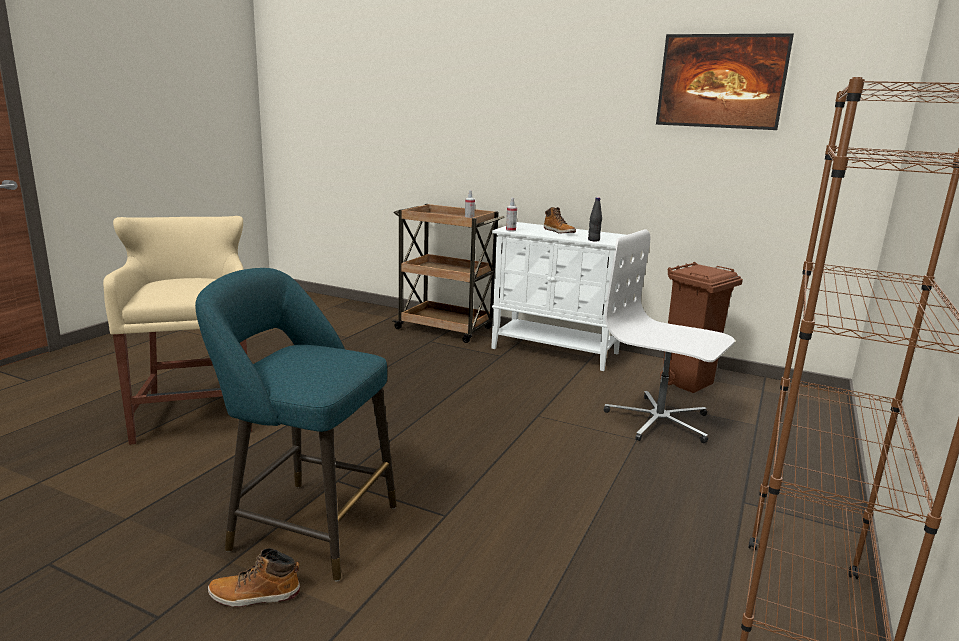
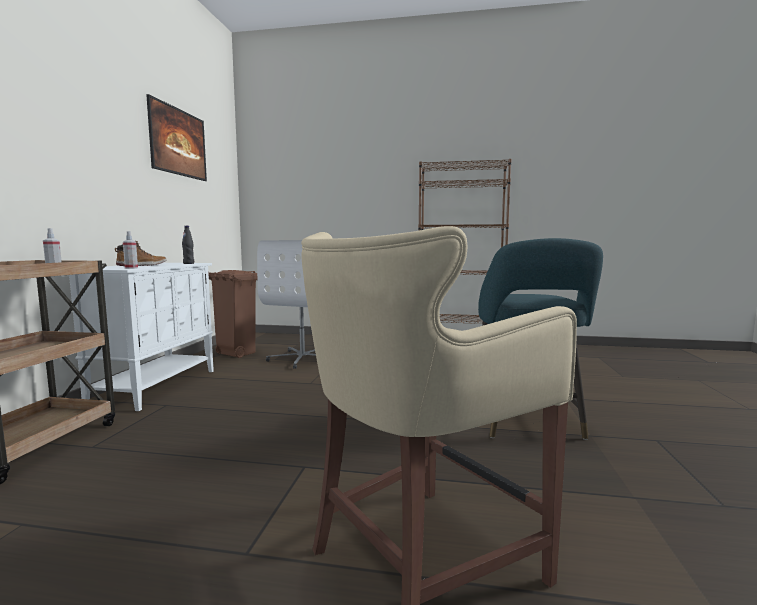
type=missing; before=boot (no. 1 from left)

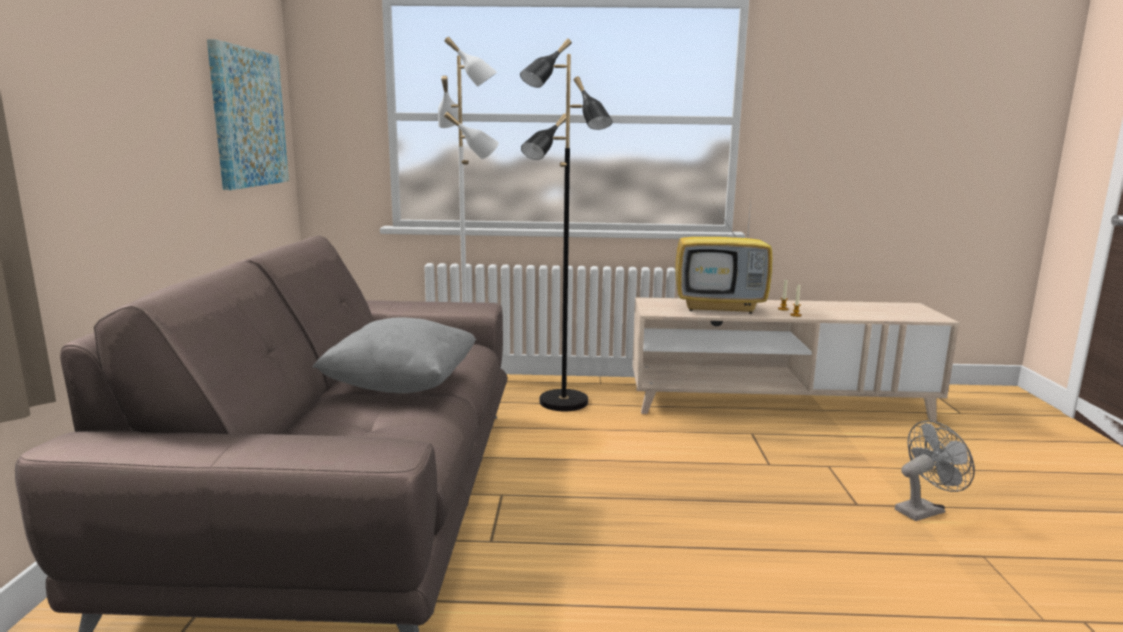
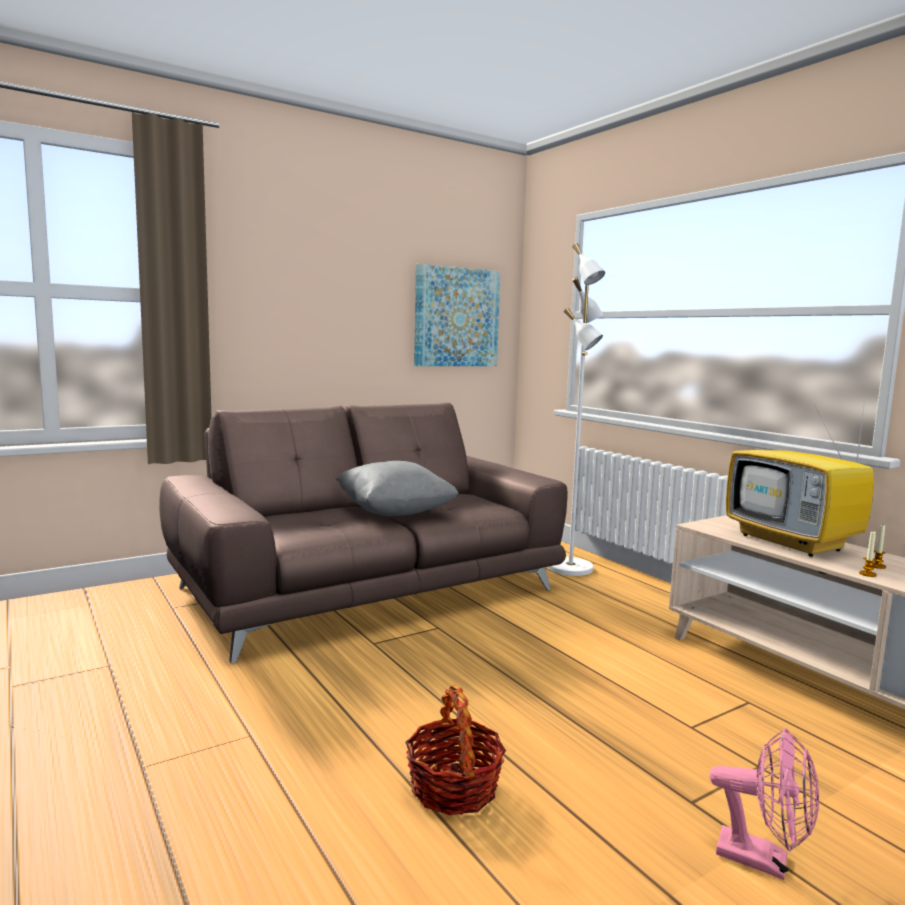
type=missing; before=floor lamp in black
type=colour; before=fan in grey; after=fan in pink
type=appeared; after=basket

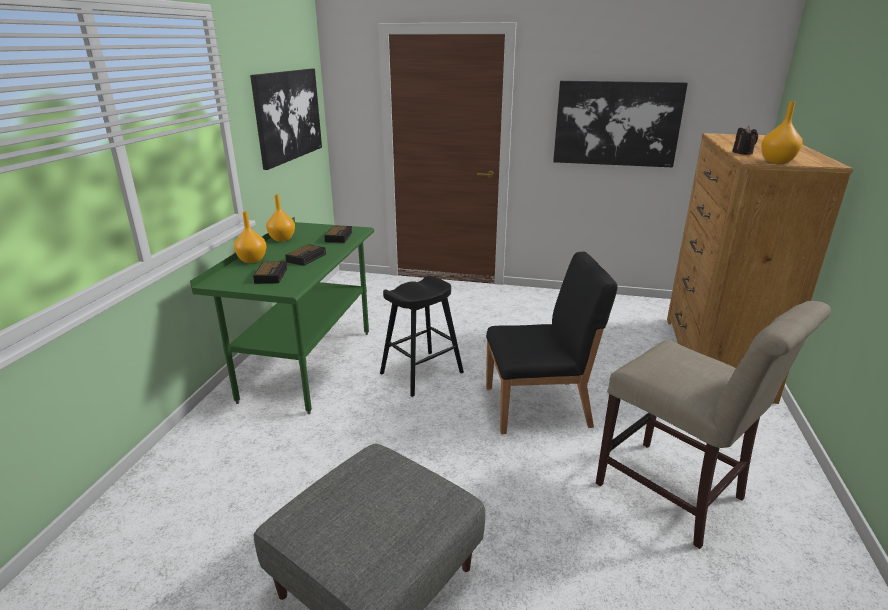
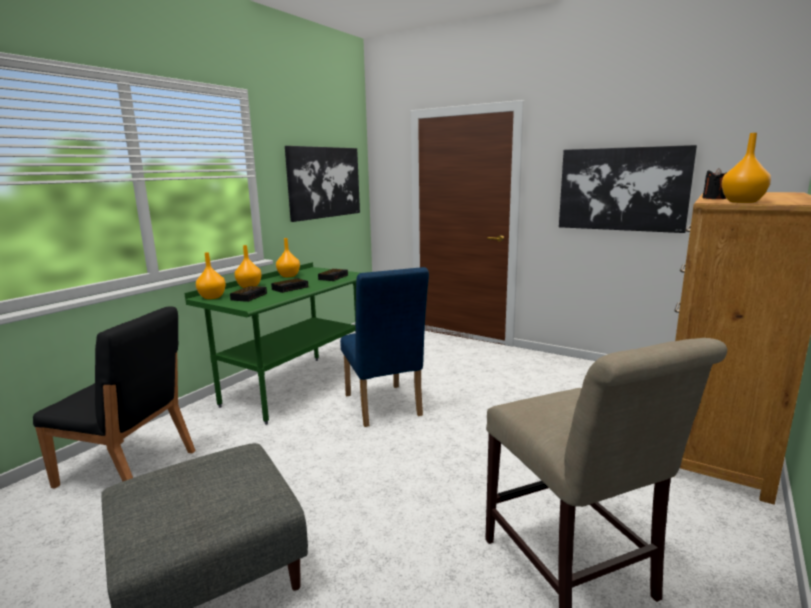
type=exchanged; before=stool in black; after=chair in blue
type=relocated; before=chair in black
type=appeared; after=vase in orange (no. 1 from left)

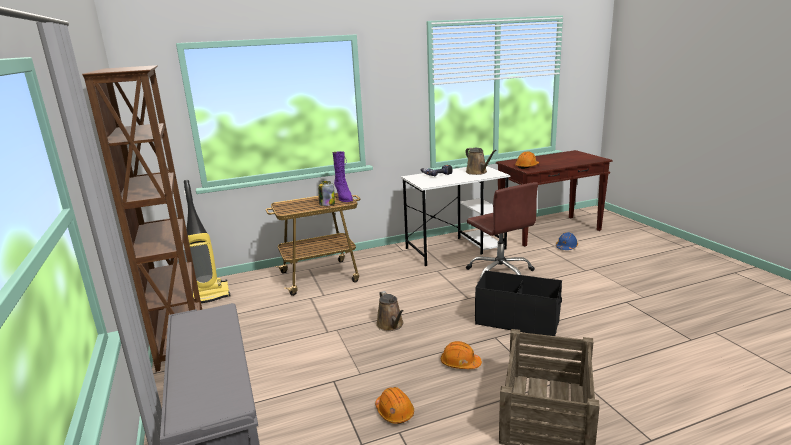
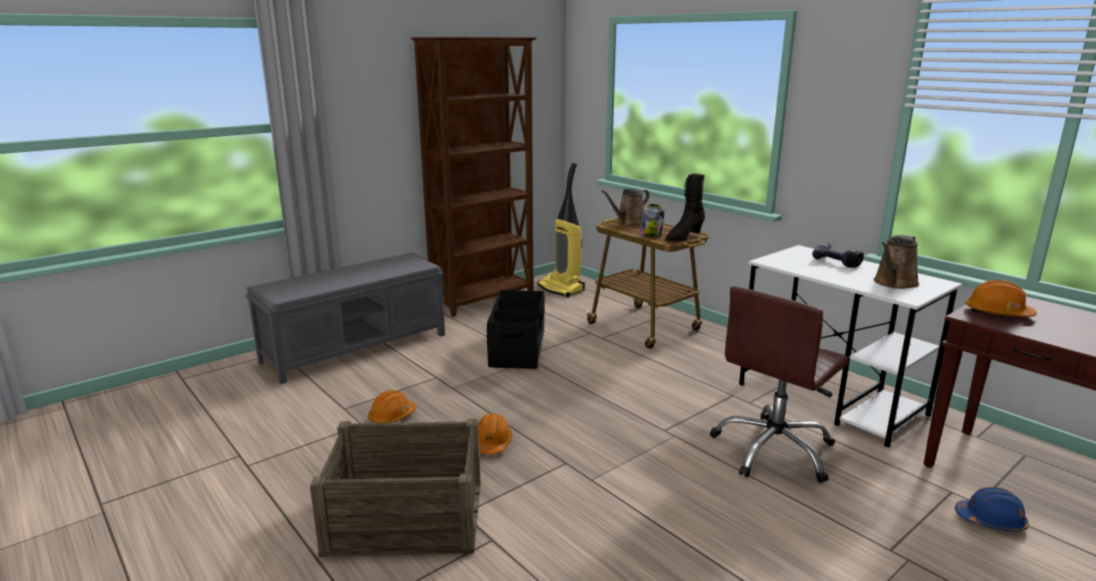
type=colour; before=boot in purple; after=boot in black
type=relocated; before=watering can in brown (no. 1 from left)
type=relocated; before=storage box in black

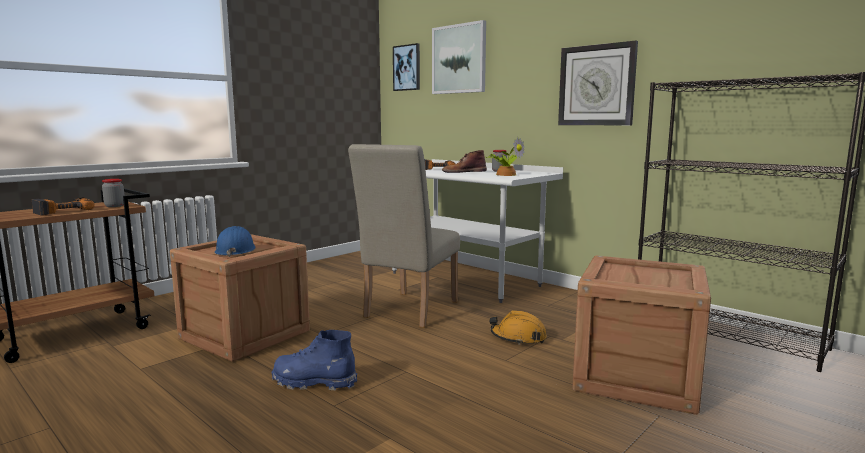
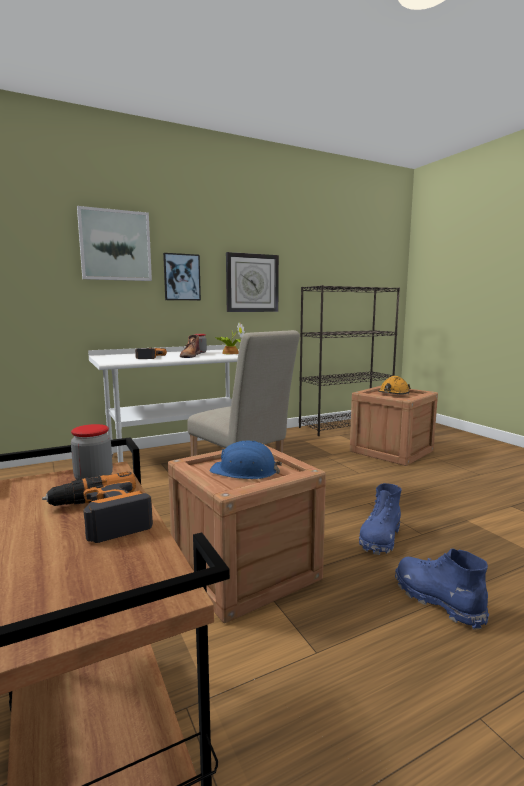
type=relocated; before=picture (no. 1 from left in the first image); after=picture (no. 2 from left)
type=relocated; before=hard hat in orange
type=appeared; after=boot in blue (no. 2 from left)

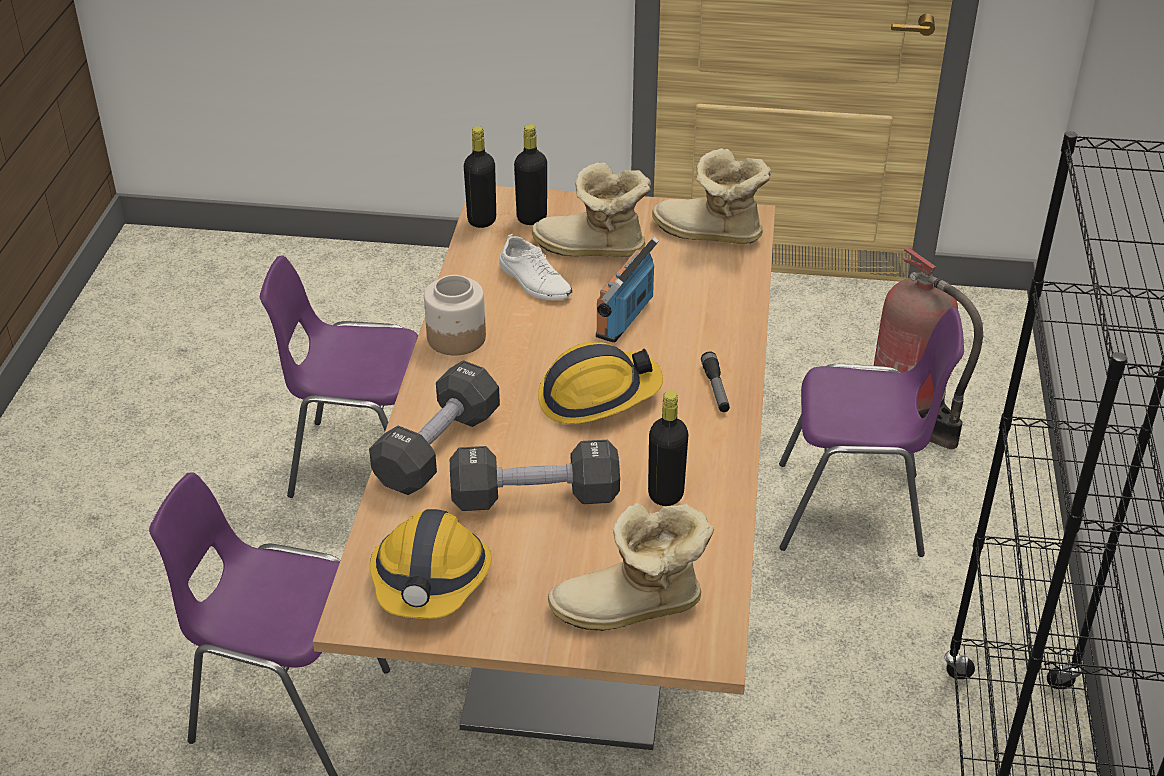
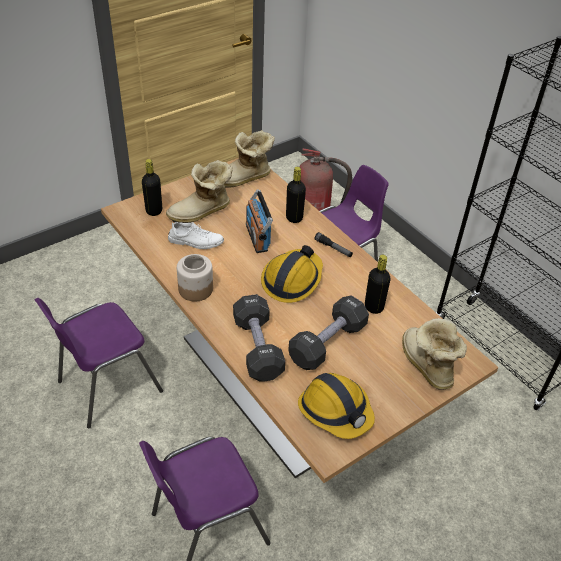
type=relocated; before=bottle in black (no. 1 from left in the first image); after=bottle in black (no. 2 from left)
type=spun; before=boot (no. 2 from left in the first image); turn=120

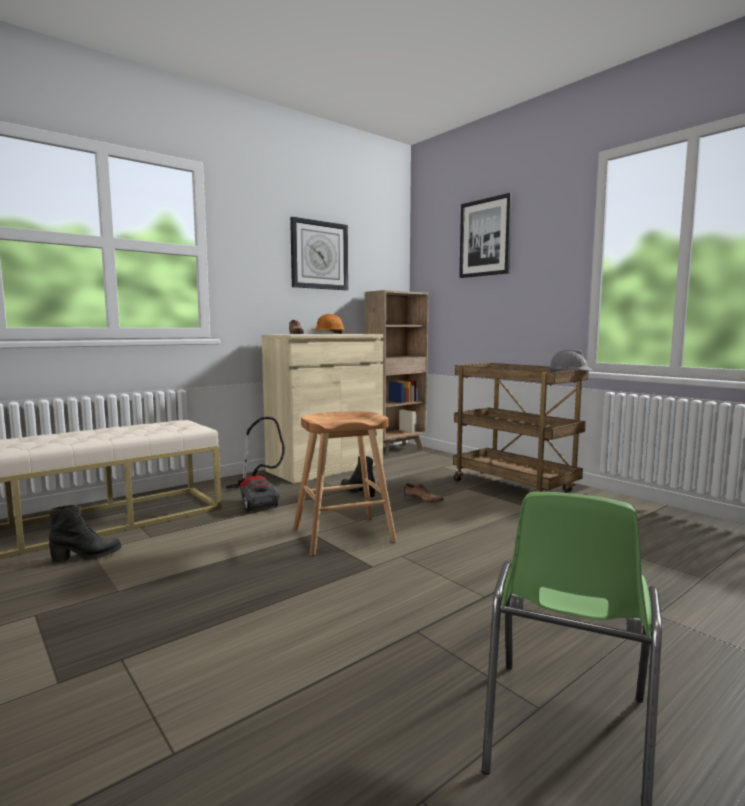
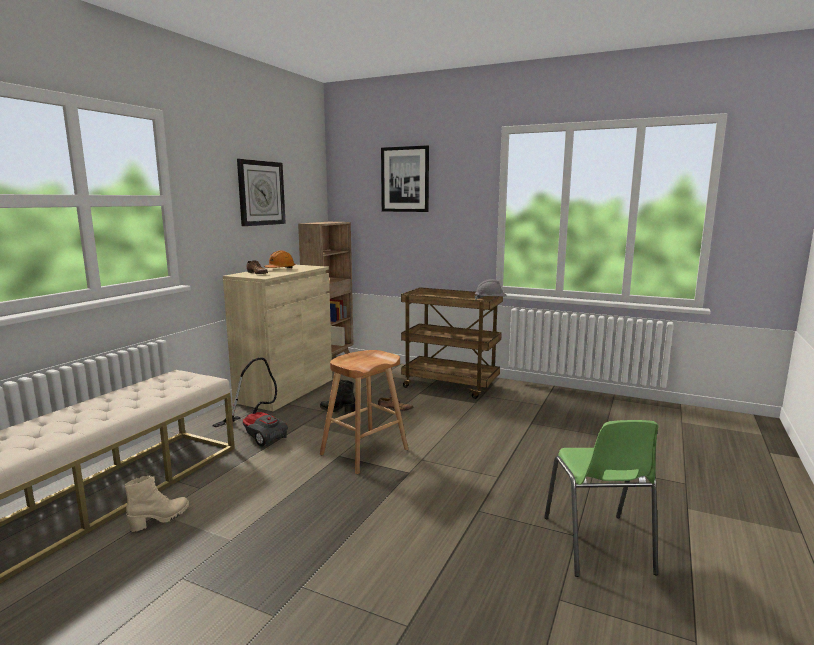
type=colour; before=boot in black (no. 1 from left); after=boot in beige

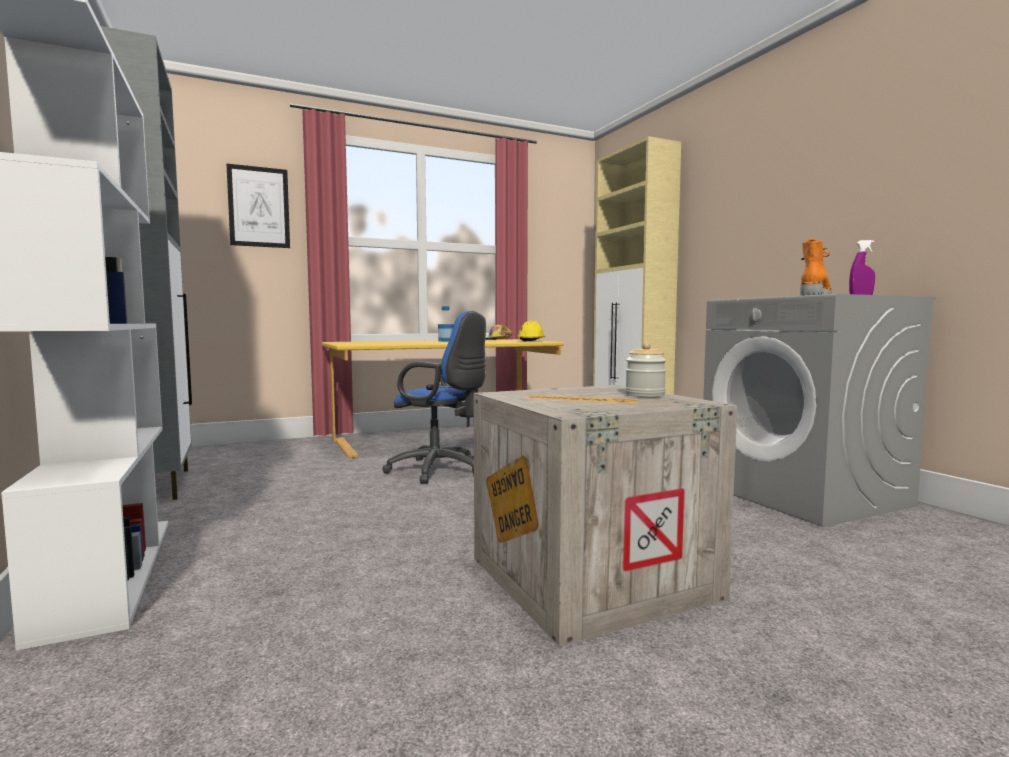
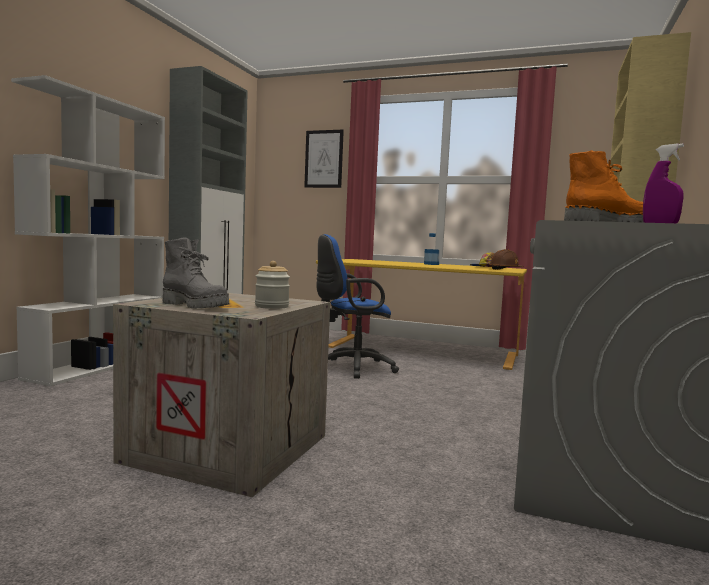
type=spun; before=office chair in blue; turn=90
type=colour; before=hard hat in yellow; after=hard hat in brown
type=appeared; after=boot in grey

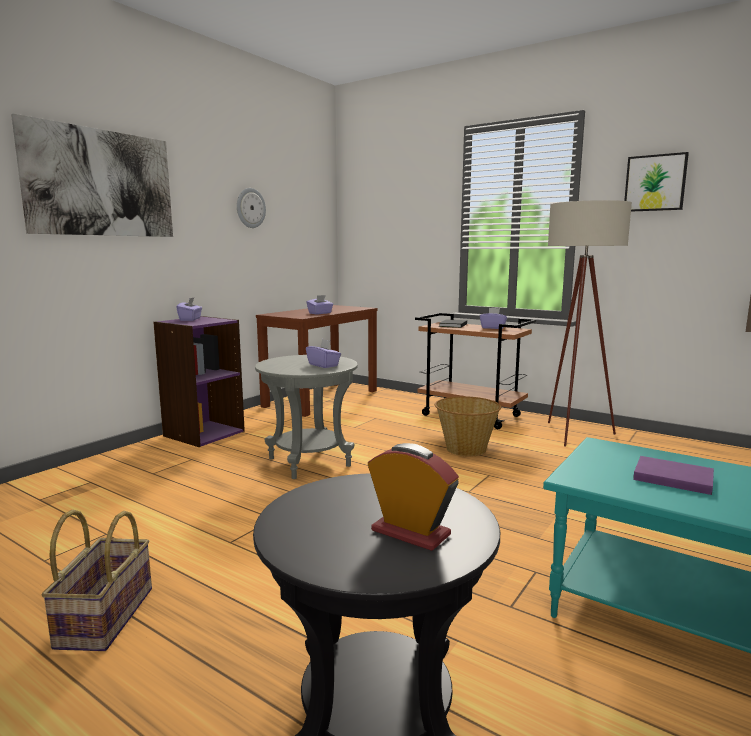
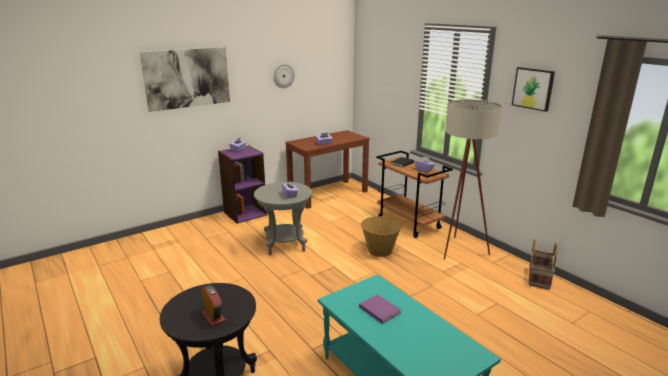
type=relocated; before=basket (no. 1 from left in the first image); after=basket (no. 2 from left)

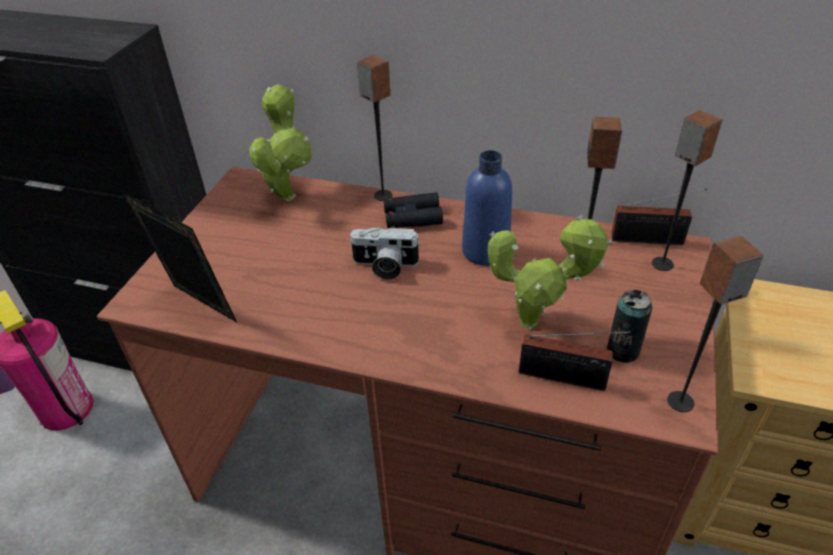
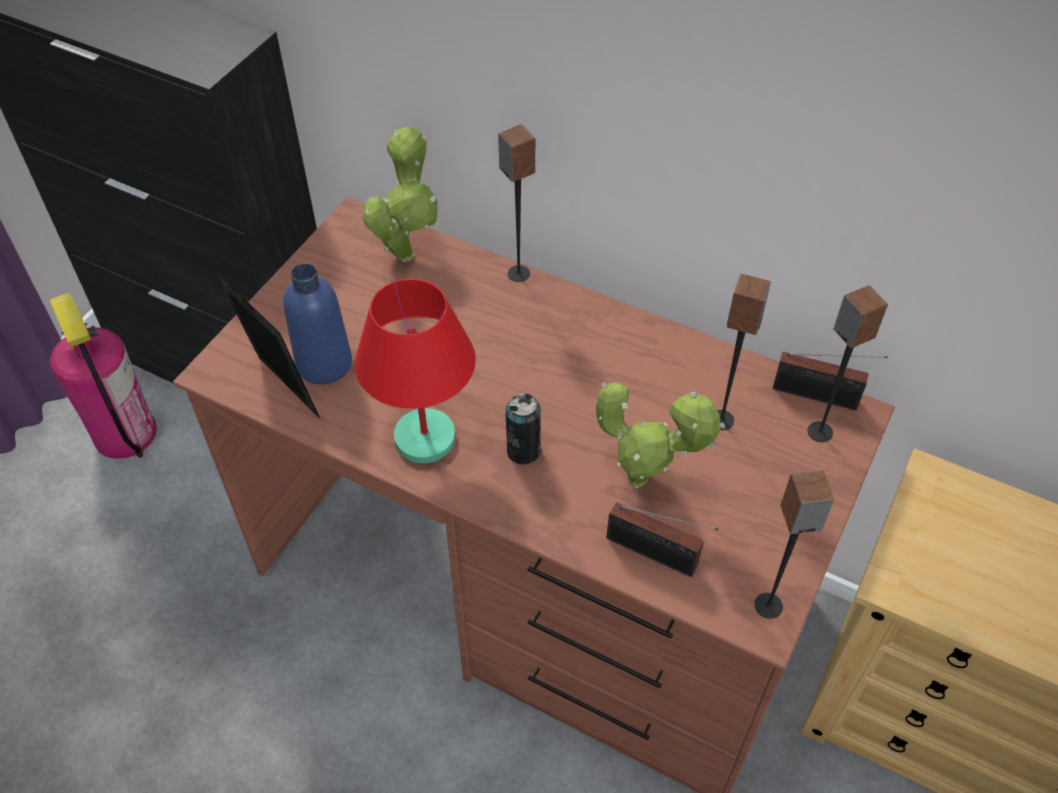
type=missing; before=photo camera
type=missing; before=binoculars in black
type=relocated; before=bottle in blue
type=relocated; before=can
type=appeared; after=table lamp in red

